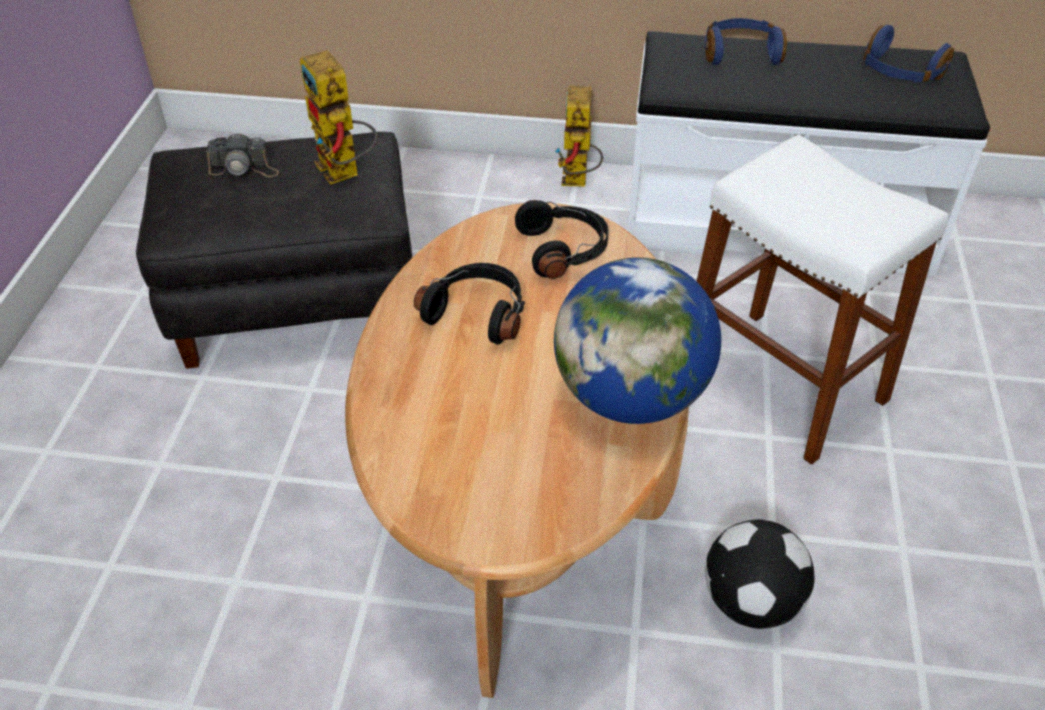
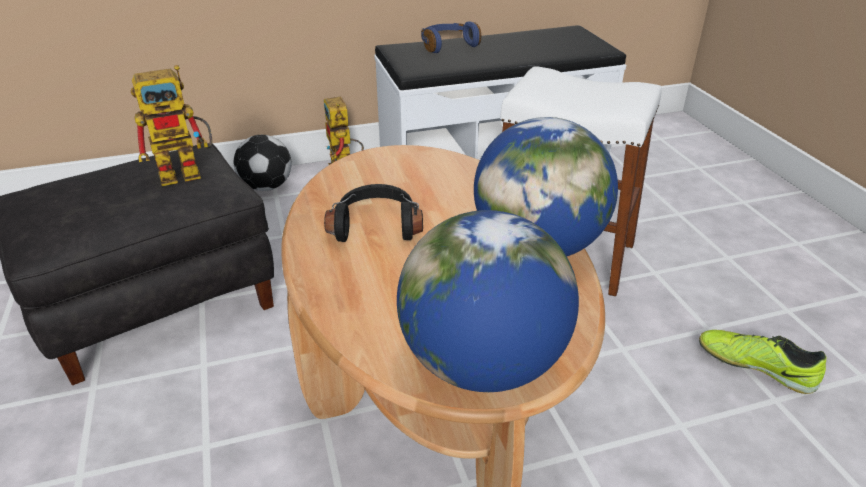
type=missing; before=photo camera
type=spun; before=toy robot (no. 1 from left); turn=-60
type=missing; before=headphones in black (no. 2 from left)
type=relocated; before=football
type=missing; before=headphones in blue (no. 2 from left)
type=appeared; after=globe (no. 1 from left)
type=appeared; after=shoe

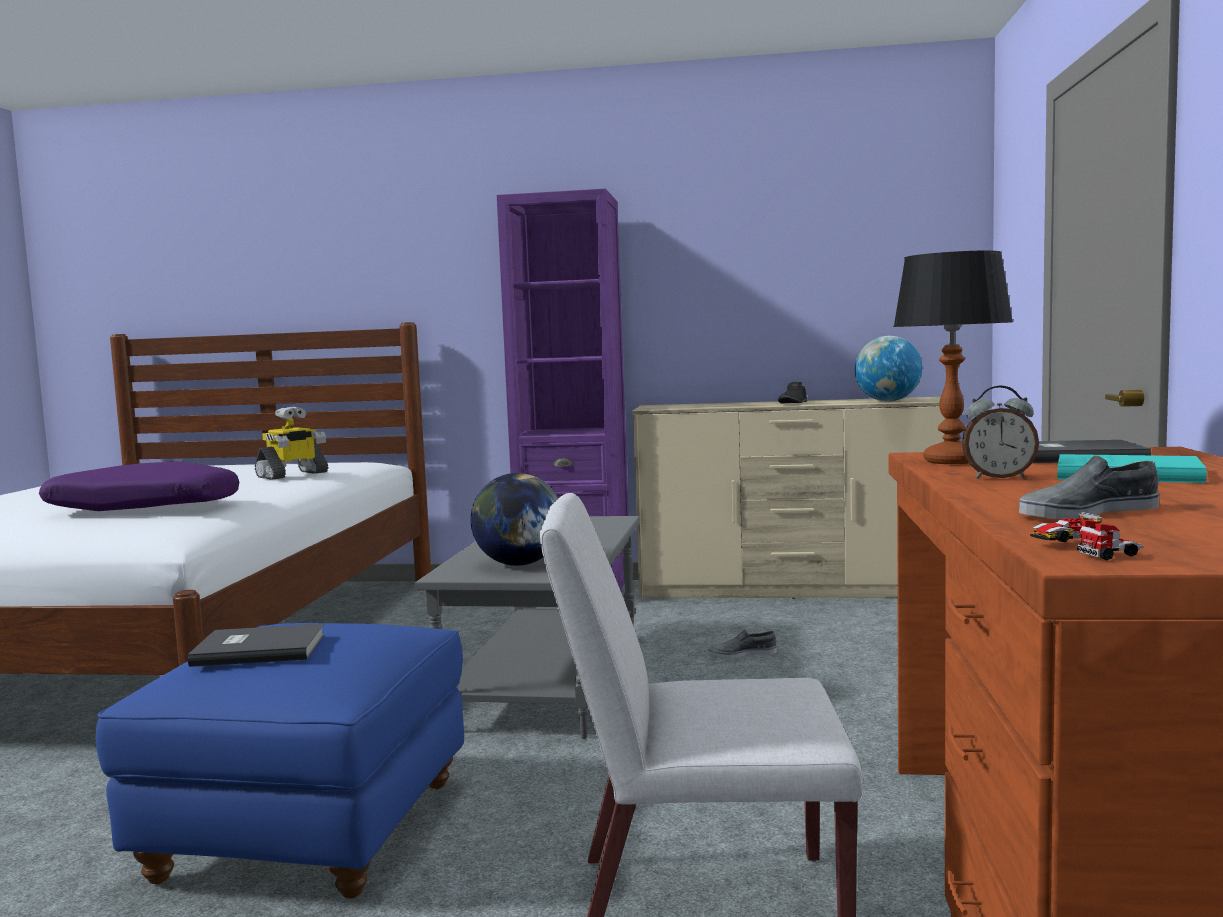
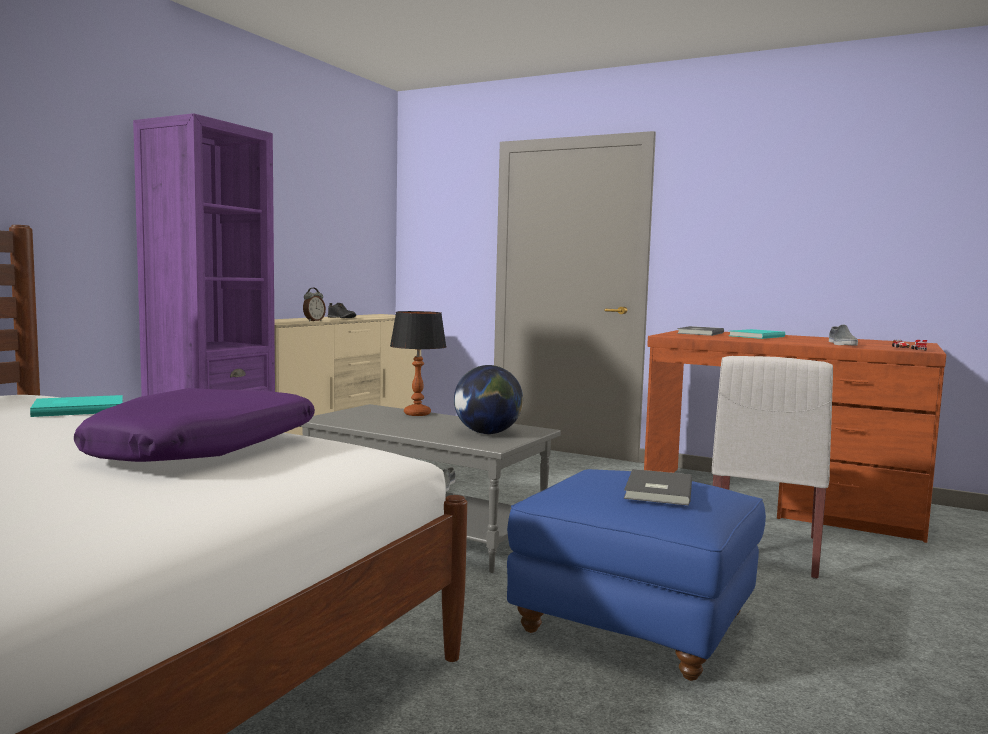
type=exchanged; before=toy robot; after=book in turquoise (no. 1 from left)
type=missing; before=globe (no. 2 from left)
type=relocated; before=table lamp
type=relocated; before=alarm clock

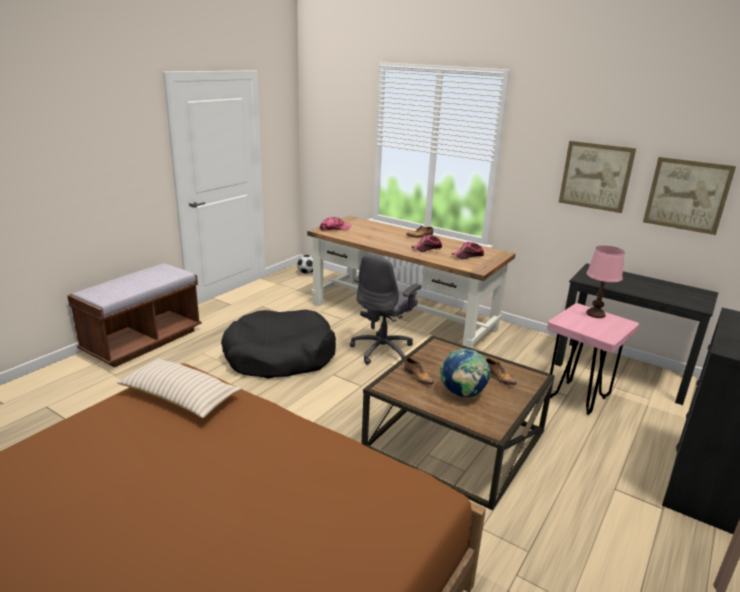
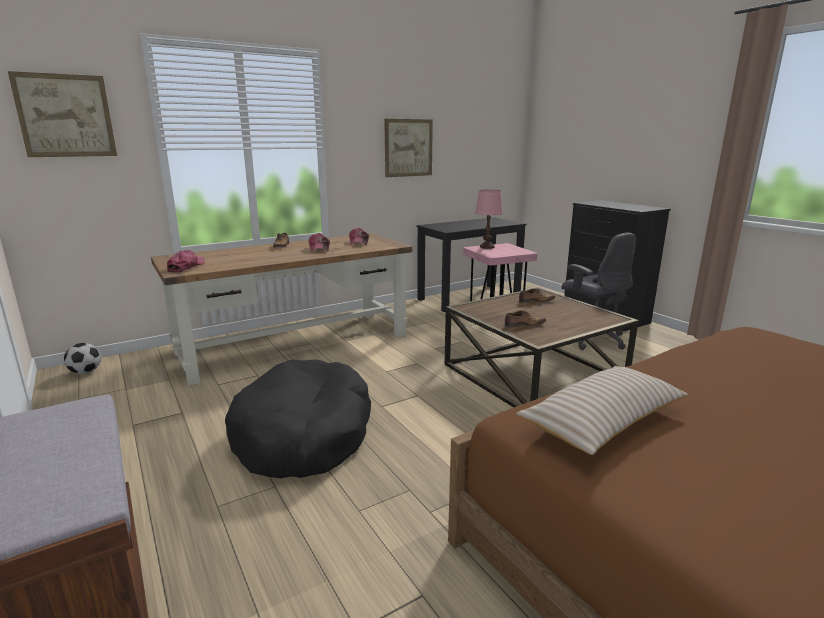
type=relocated; before=office chair in grey
type=missing; before=globe
type=relocated; before=picture (no. 2 from left in the first image); after=picture (no. 1 from left)

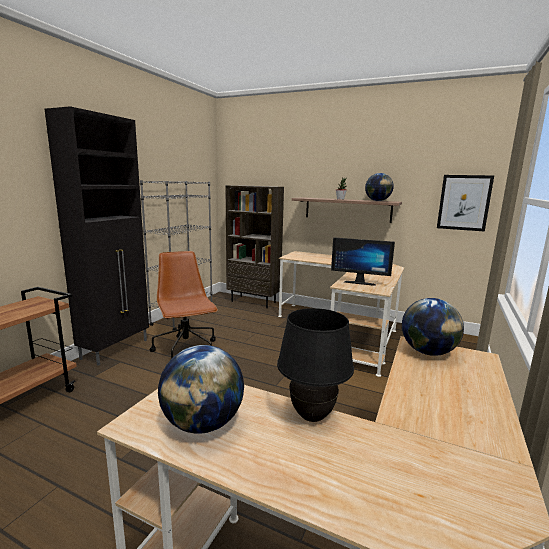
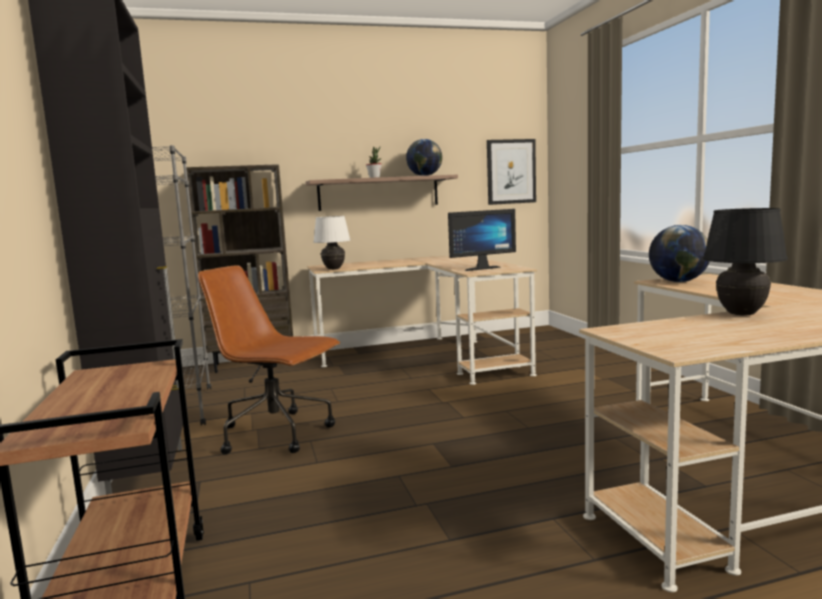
type=missing; before=globe (no. 1 from left)
type=appeared; after=table lamp in white

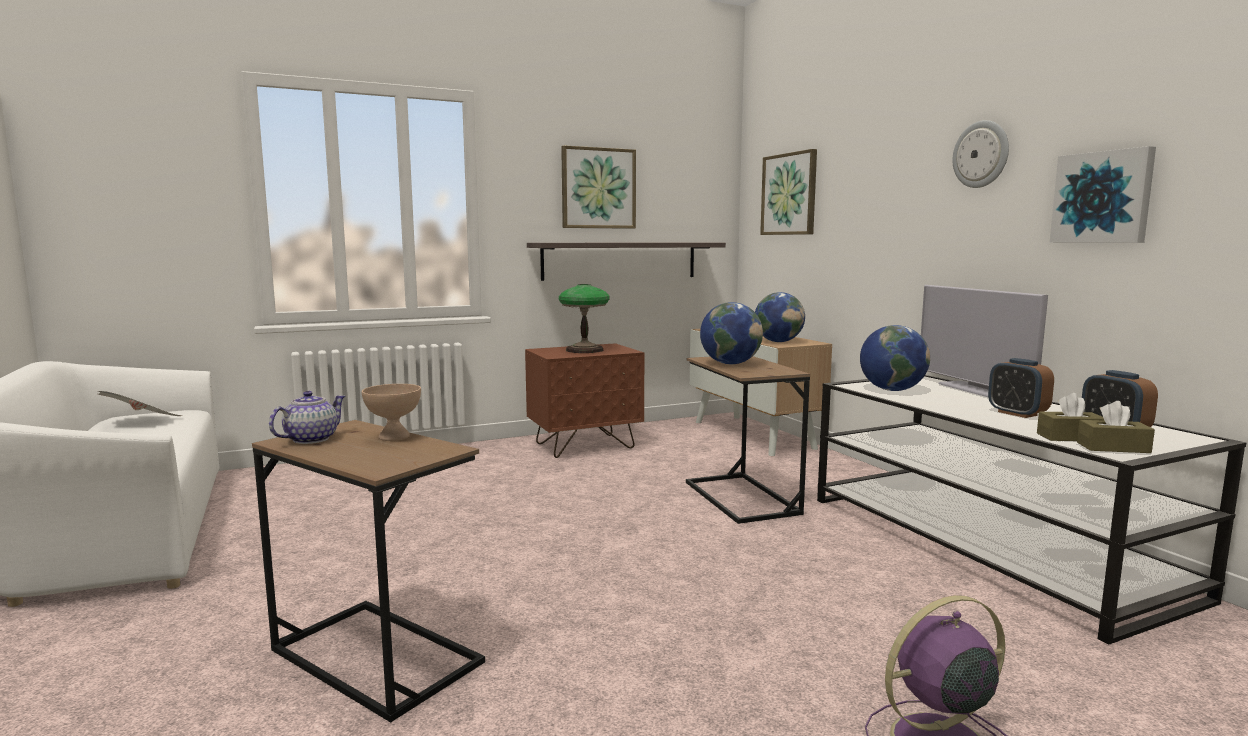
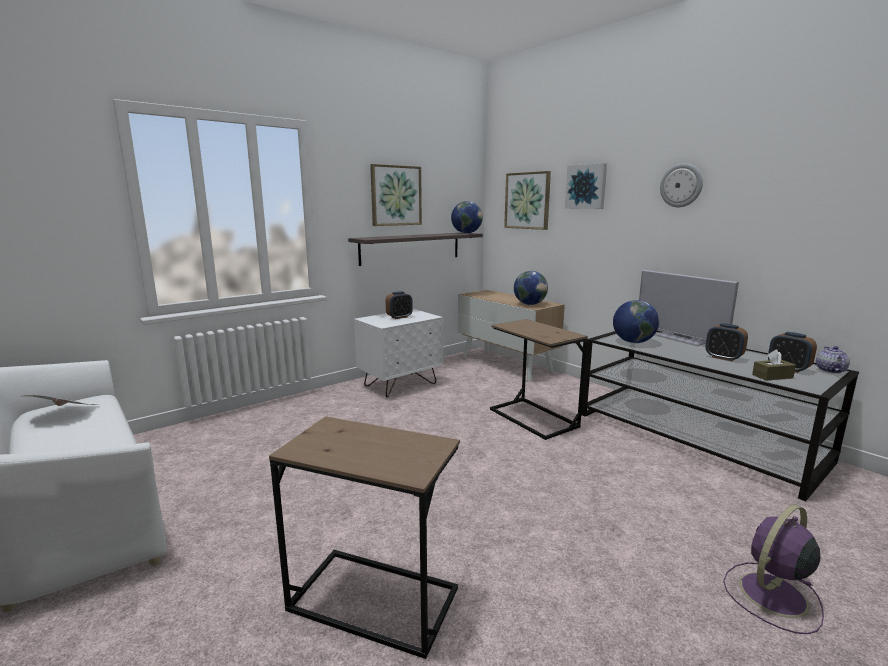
type=relocated; before=teapot
type=missing; before=bowl in beige
type=colour; before=nightstand in brown; after=nightstand in white
type=exchanged; before=table lamp; after=alarm clock (no. 1 from left)
type=relocated; before=globe (no. 1 from left)
type=relocated; before=picture (no. 3 from left)
type=missing; before=tissue box in brown (no. 2 from left)

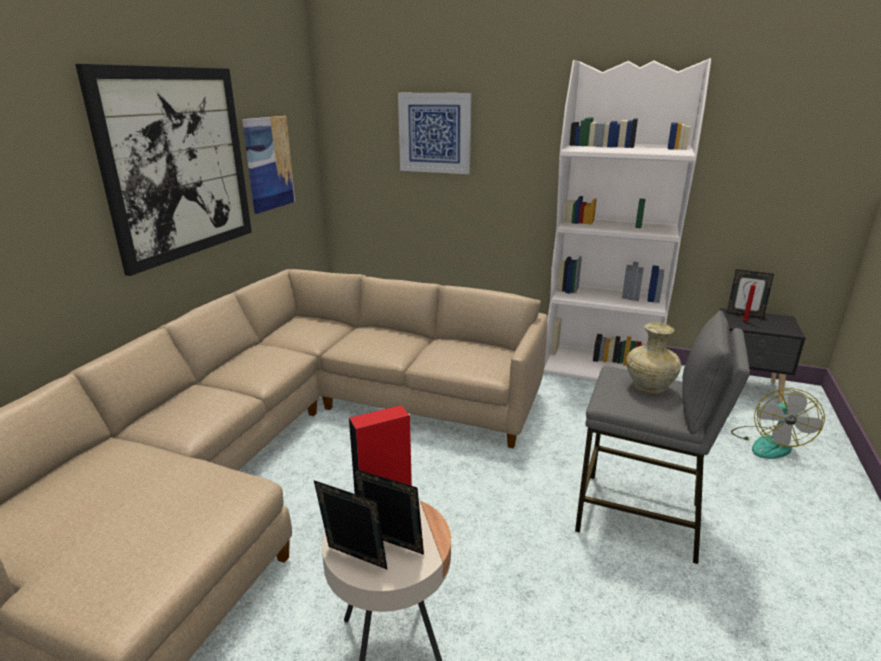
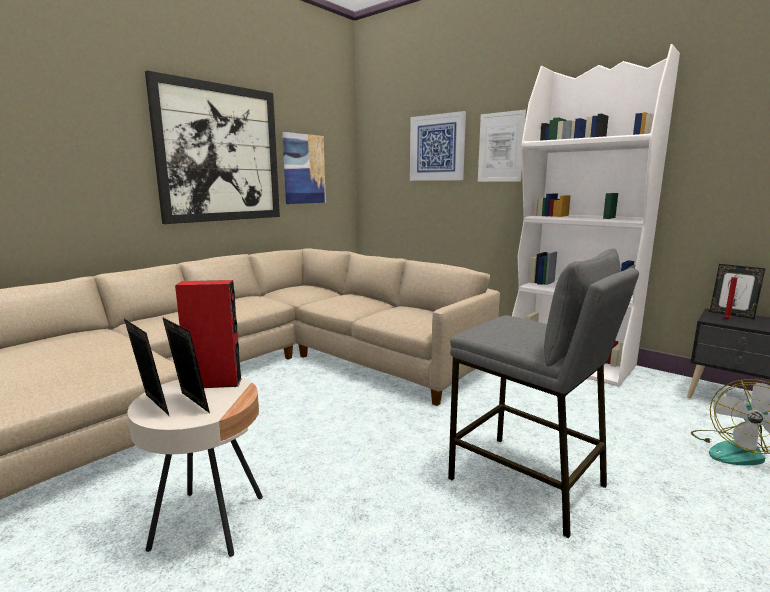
type=missing; before=vase in beige
type=appeared; after=picture (no. 4 from left)

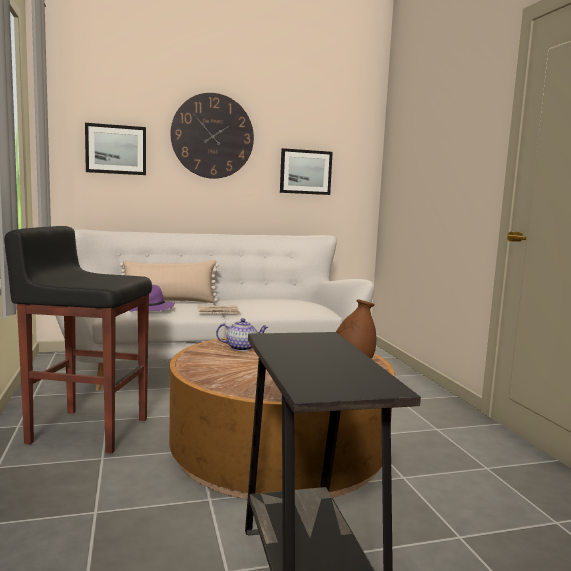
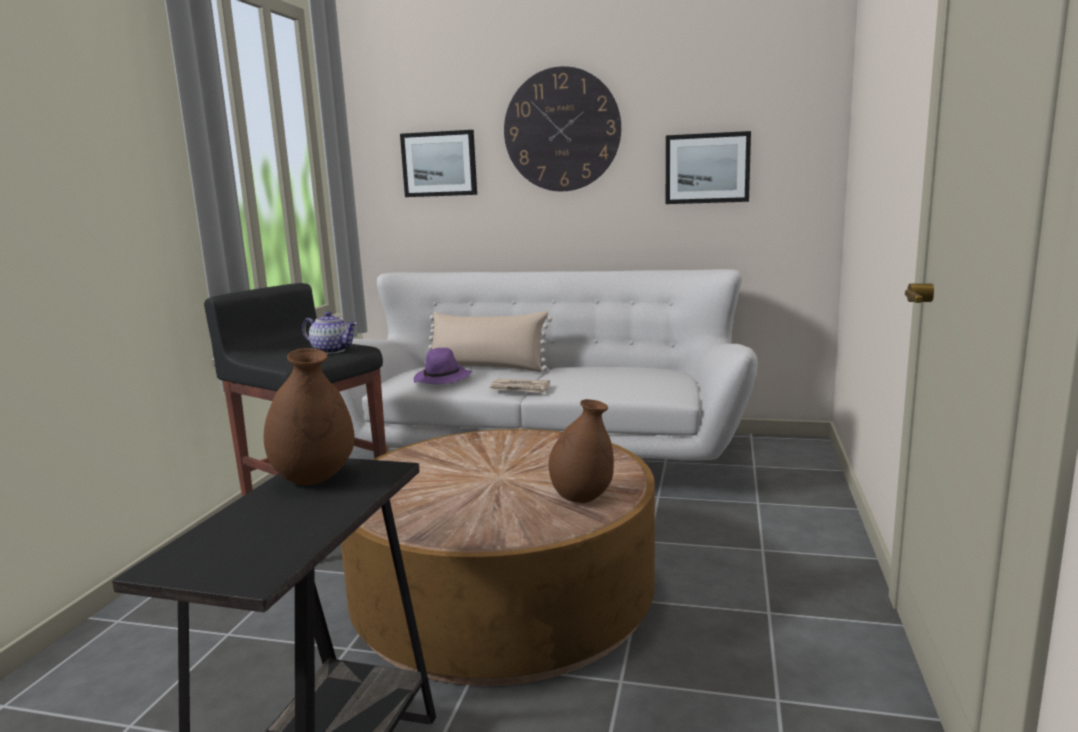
type=relocated; before=teapot
type=appeared; after=vase in brown (no. 1 from left)

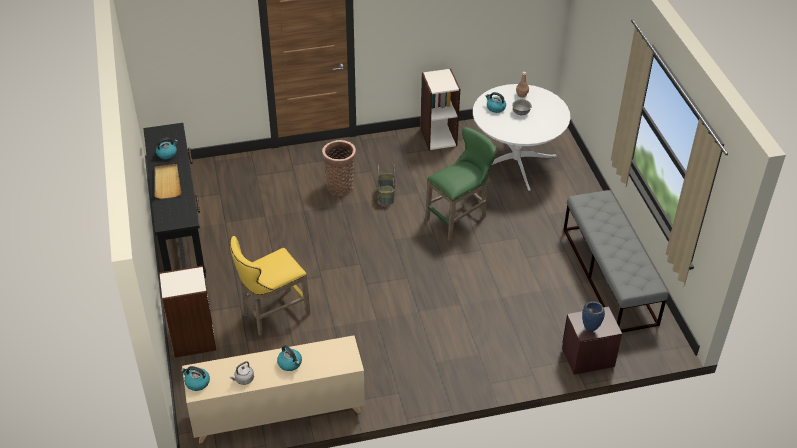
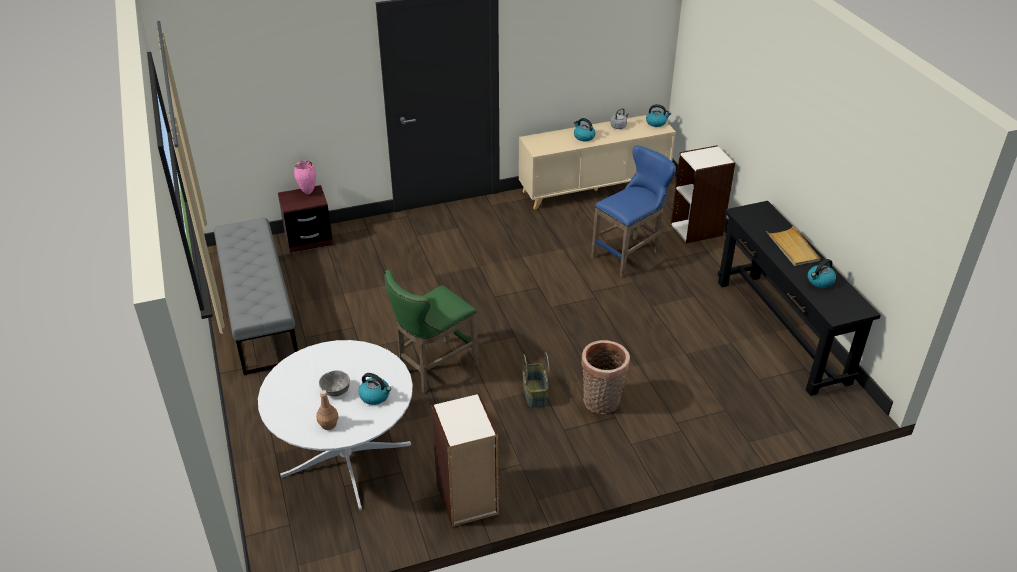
type=colour; before=stool in yellow; after=stool in blue
type=colour; before=vase in blue; after=vase in pink

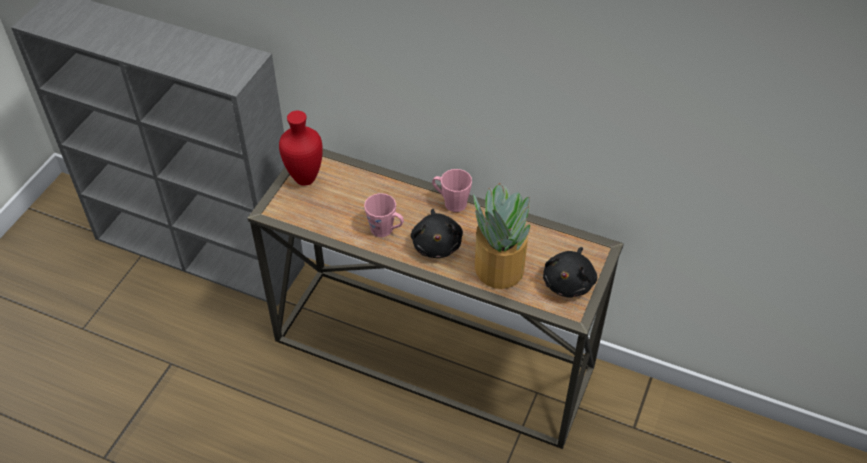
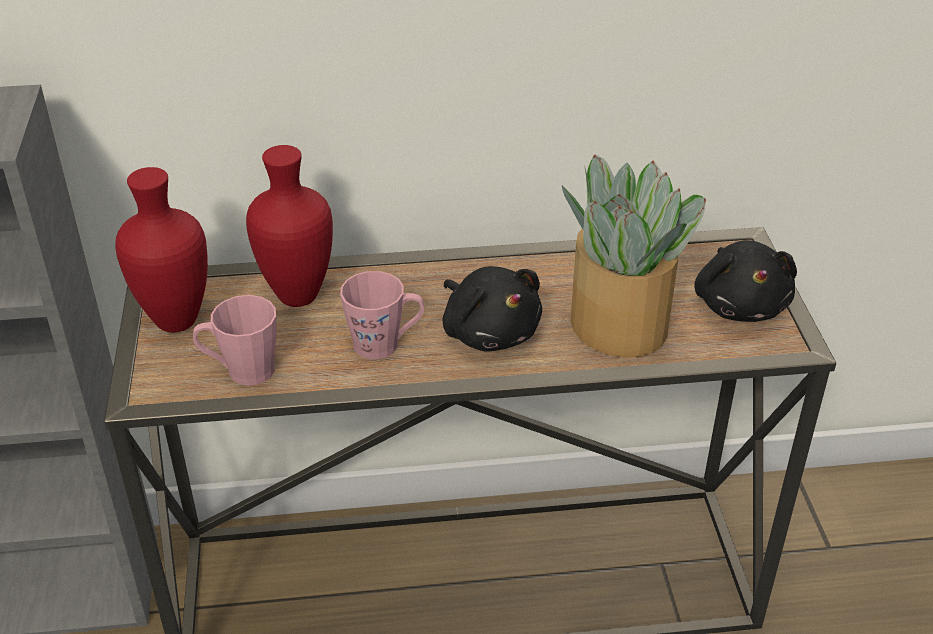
type=relocated; before=mug in pink (no. 2 from left in the first image); after=mug in pink (no. 1 from left)
type=appeared; after=vase in red (no. 2 from left)

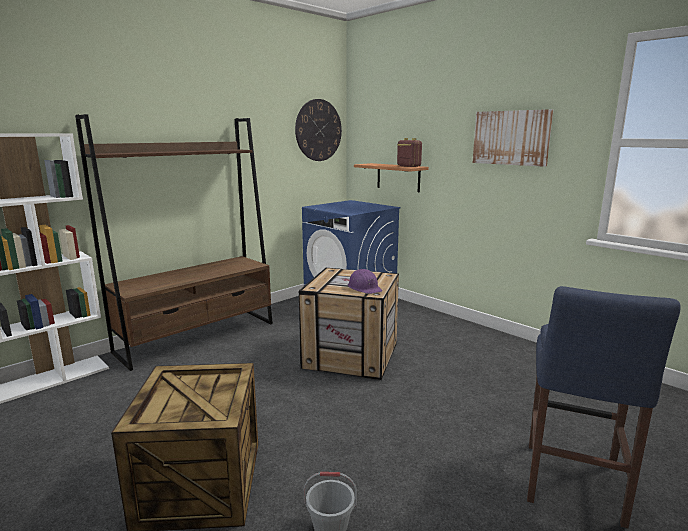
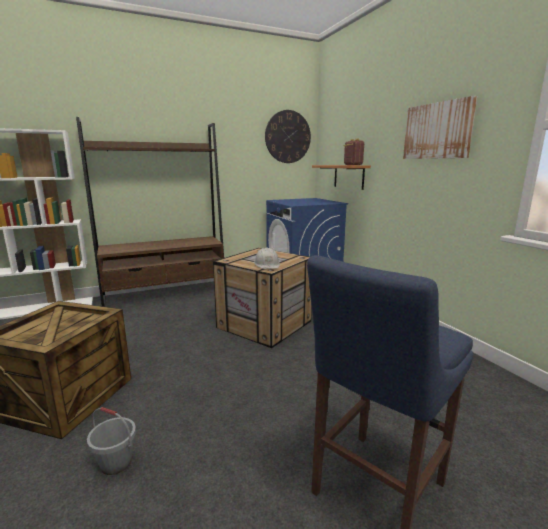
type=colour; before=hard hat in purple; after=hard hat in white

